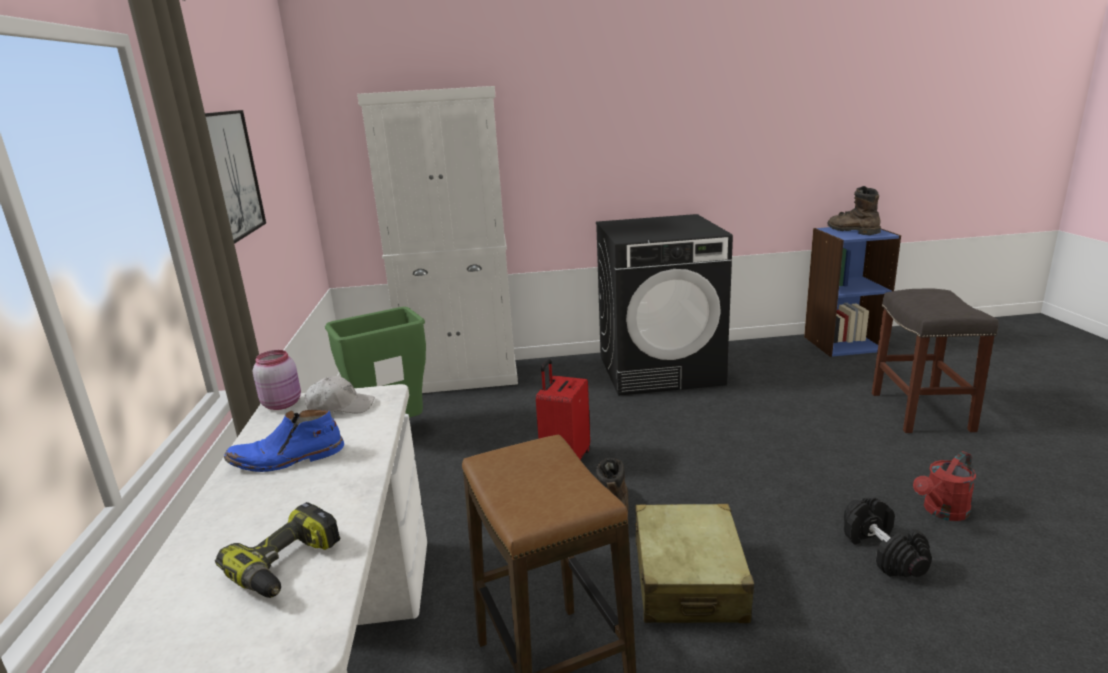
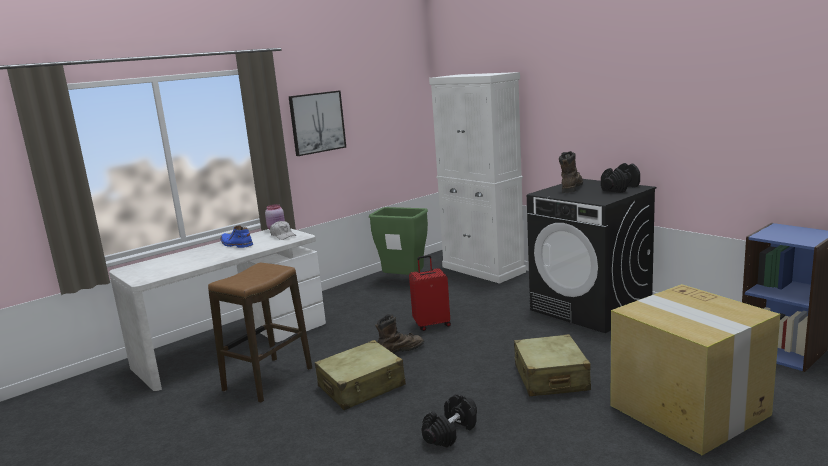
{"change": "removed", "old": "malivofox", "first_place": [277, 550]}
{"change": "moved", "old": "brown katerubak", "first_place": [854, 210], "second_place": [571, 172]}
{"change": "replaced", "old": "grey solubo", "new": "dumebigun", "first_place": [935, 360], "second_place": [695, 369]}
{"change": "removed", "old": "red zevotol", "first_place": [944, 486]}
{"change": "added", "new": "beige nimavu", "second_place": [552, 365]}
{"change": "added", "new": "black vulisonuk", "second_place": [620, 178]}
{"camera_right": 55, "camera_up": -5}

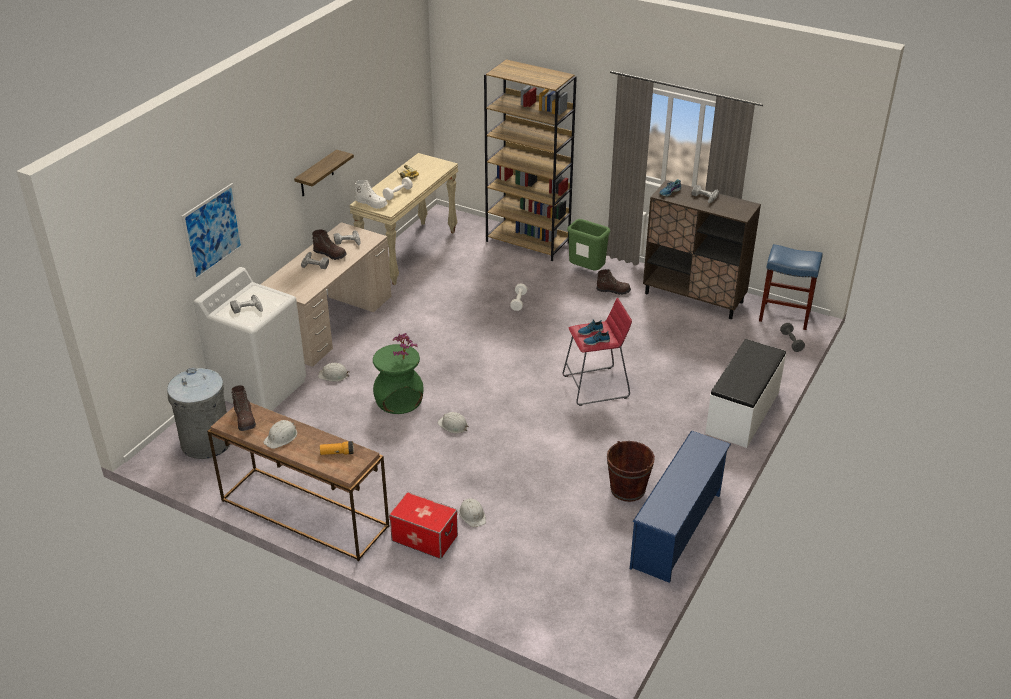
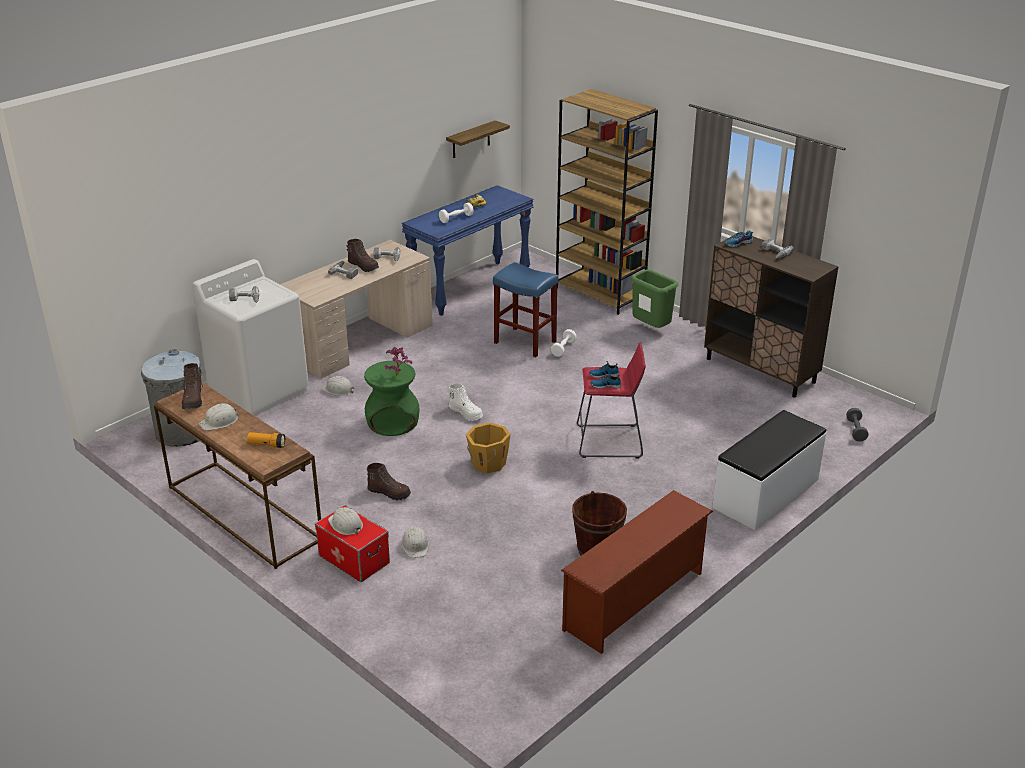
{"change": "removed", "old": "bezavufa", "first_place": [212, 232]}
{"change": "moved", "old": "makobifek", "first_place": [324, 173], "second_place": [478, 139]}
{"change": "recoloured", "old": "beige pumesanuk", "new": "blue pumesanuk", "first_place": [403, 219], "second_place": [468, 250]}
{"change": "moved", "old": "white katerubak", "first_place": [371, 194], "second_place": [465, 402]}
{"change": "moved", "old": "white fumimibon", "first_place": [453, 422], "second_place": [345, 521]}
{"change": "moved", "old": "brown katerubak", "first_place": [613, 282], "second_place": [389, 482]}
{"change": "recoloured", "old": "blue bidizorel", "new": "brown bidizorel", "first_place": [680, 507], "second_place": [637, 572]}
{"change": "moved", "old": "blue solubo", "first_place": [791, 287], "second_place": [526, 309]}
{"change": "added", "new": "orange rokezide", "second_place": [488, 447]}
{"camera_right": 15, "camera_up": -5}

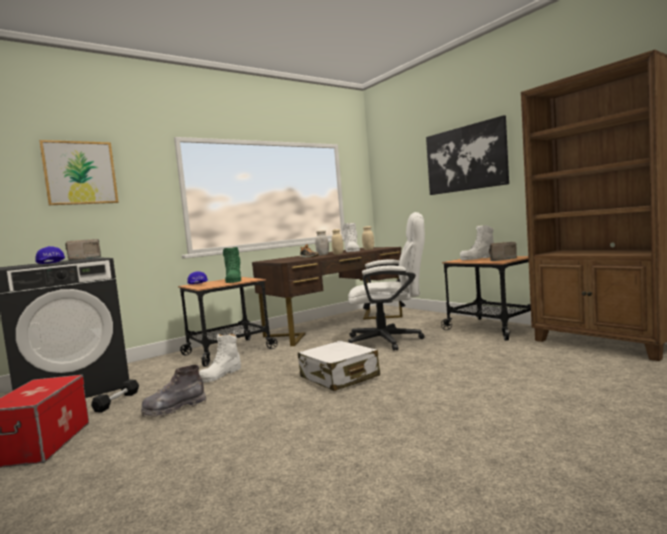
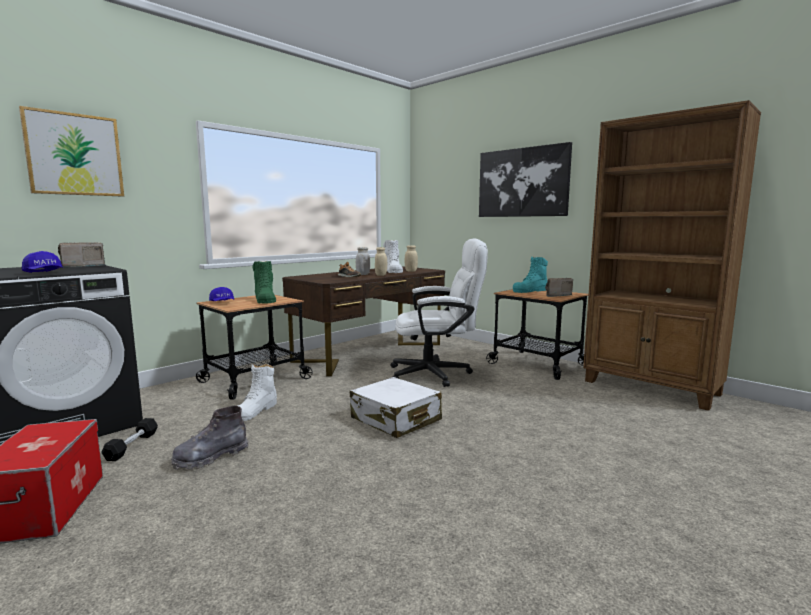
{"change": "recoloured", "old": "white katerubak", "new": "turquoise katerubak", "first_place": [477, 242], "second_place": [530, 275]}
{"camera_right": -10, "camera_up": 5}

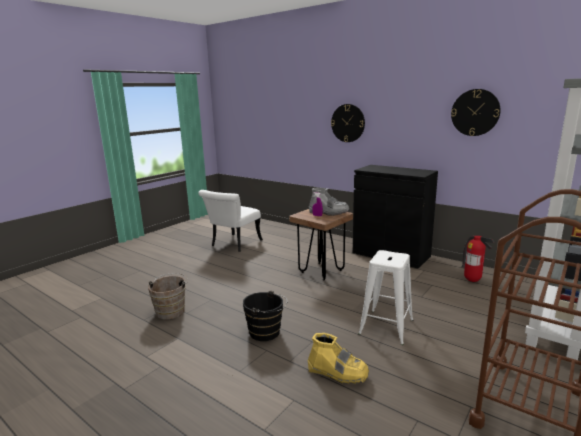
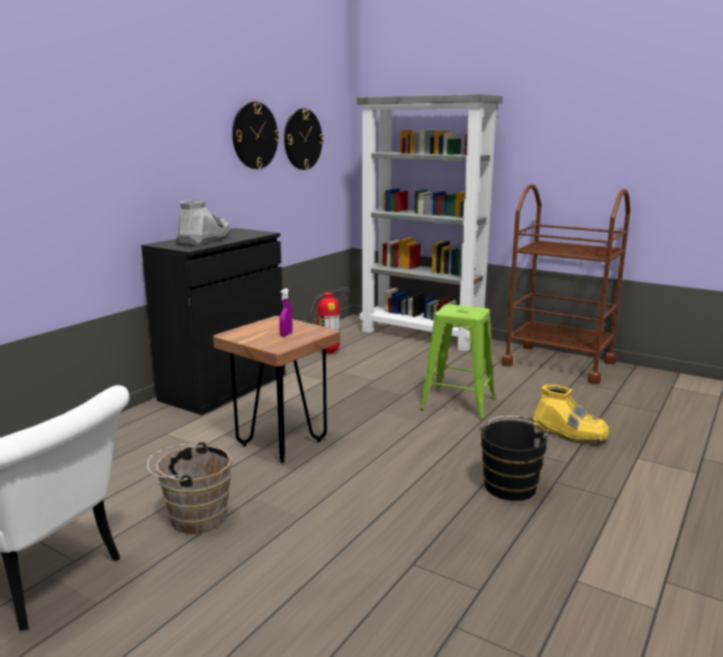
{"change": "moved", "old": "brown rokezide", "first_place": [167, 296], "second_place": [189, 488]}
{"change": "turned", "old": "yellow katerubak", "first_place": [338, 358], "second_place": [571, 413], "degrees": 105}
{"change": "moved", "old": "grey katerubak", "first_place": [329, 202], "second_place": [203, 223]}
{"change": "moved", "old": "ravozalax", "first_place": [348, 123], "second_place": [304, 139]}
{"change": "recoloured", "old": "white solubo", "new": "green solubo", "first_place": [385, 297], "second_place": [457, 362]}
{"camera_right": -95, "camera_up": 0}

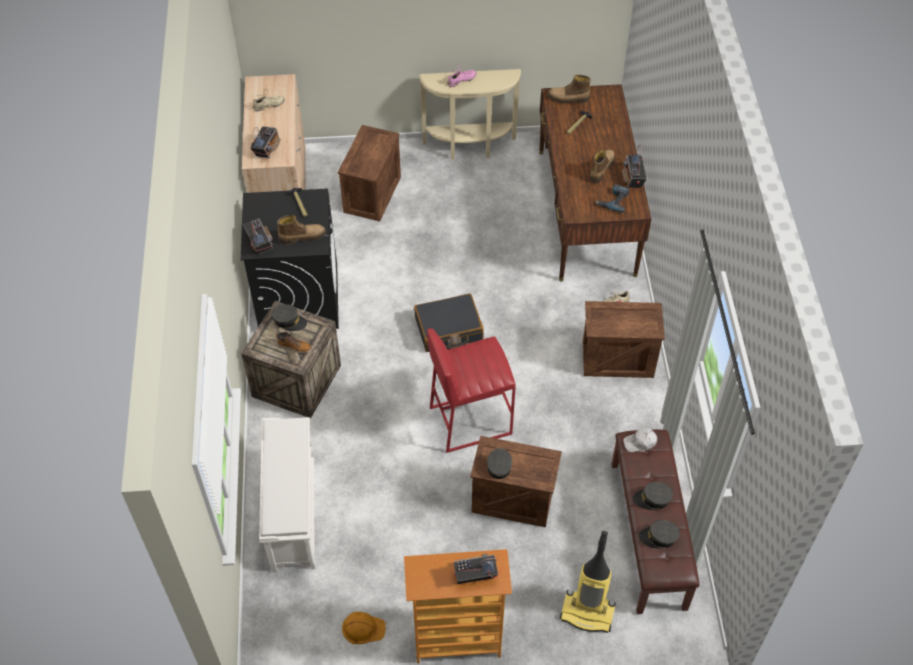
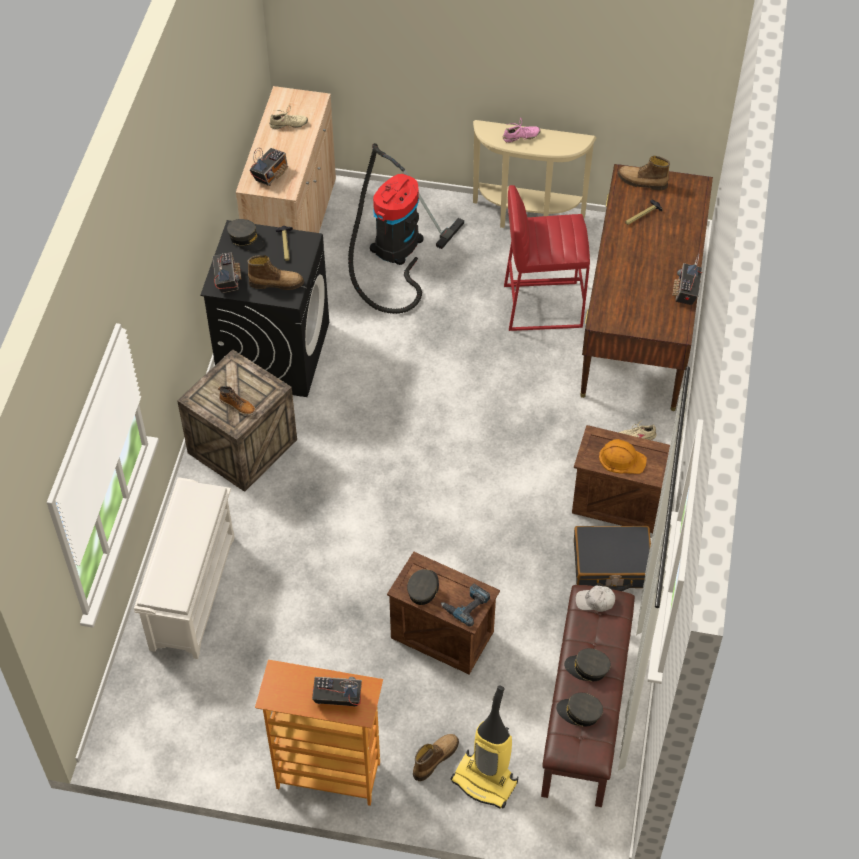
{"change": "moved", "old": "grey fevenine", "first_place": [289, 317], "second_place": [246, 235]}
{"change": "replaced", "old": "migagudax", "new": "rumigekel", "first_place": [369, 173], "second_place": [406, 228]}
{"change": "moved", "old": "orange fumimibon", "first_place": [364, 628], "second_place": [623, 456]}
{"change": "moved", "old": "black nimavu", "first_place": [449, 322], "second_place": [612, 558]}
{"change": "moved", "old": "red solubo", "first_place": [471, 390], "second_place": [547, 258]}
{"change": "moved", "old": "katerubak", "first_place": [602, 166], "second_place": [436, 757]}
{"change": "moved", "old": "malivofox", "first_place": [612, 198], "second_place": [465, 605]}
{"camera_right": 15, "camera_up": 0}

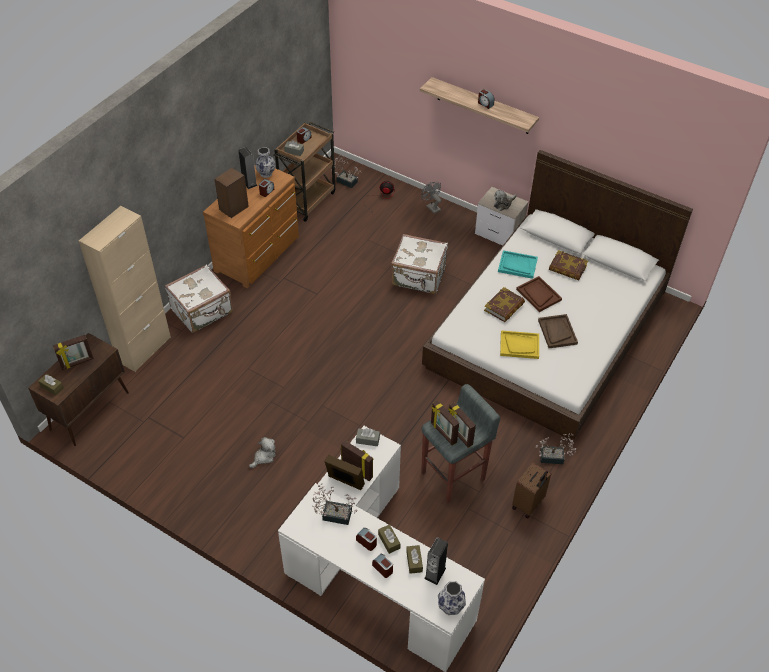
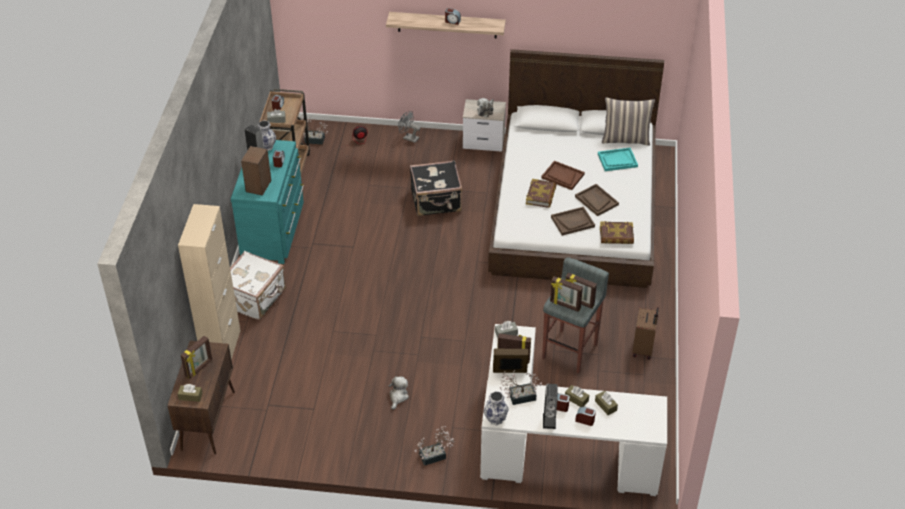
{"change": "recoloured", "old": "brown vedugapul", "new": "turquoise vedugapul", "first_place": [251, 226], "second_place": [267, 202]}
{"change": "recoloured", "old": "white nimavu", "new": "black nimavu", "first_place": [419, 264], "second_place": [436, 188]}
{"change": "moved", "old": "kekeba", "first_place": [436, 561], "second_place": [550, 406]}
{"change": "moved", "old": "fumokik", "first_place": [452, 598], "second_place": [496, 408]}
{"change": "moved", "old": "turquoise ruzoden", "first_place": [518, 264], "second_place": [618, 159]}
{"change": "recoloured", "old": "yellow ruzoden", "new": "brown ruzoden", "first_place": [519, 344], "second_place": [573, 221]}
{"change": "moved", "old": "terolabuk", "first_place": [556, 448], "second_place": [434, 446]}
{"change": "moved", "old": "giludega", "first_place": [568, 265], "second_place": [617, 232]}
{"change": "added", "new": "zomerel", "second_place": [628, 121]}
{"camera_right": -25, "camera_up": -5}

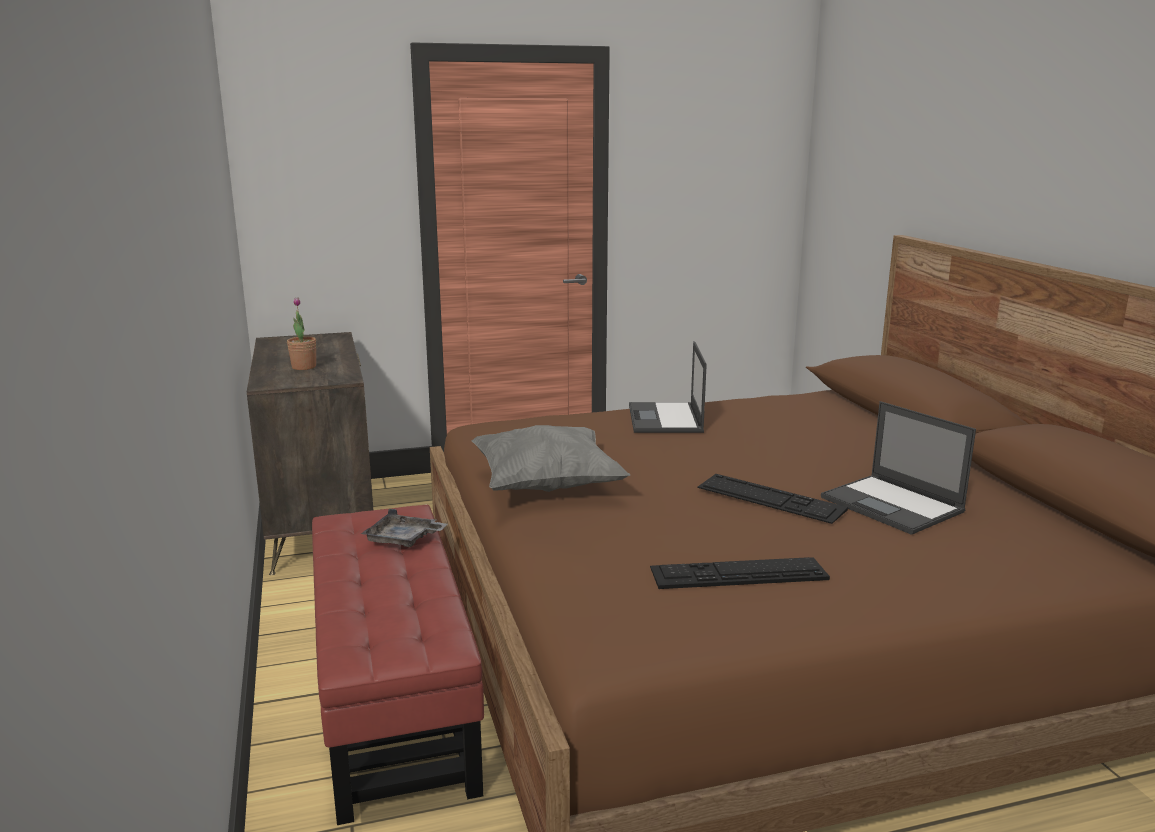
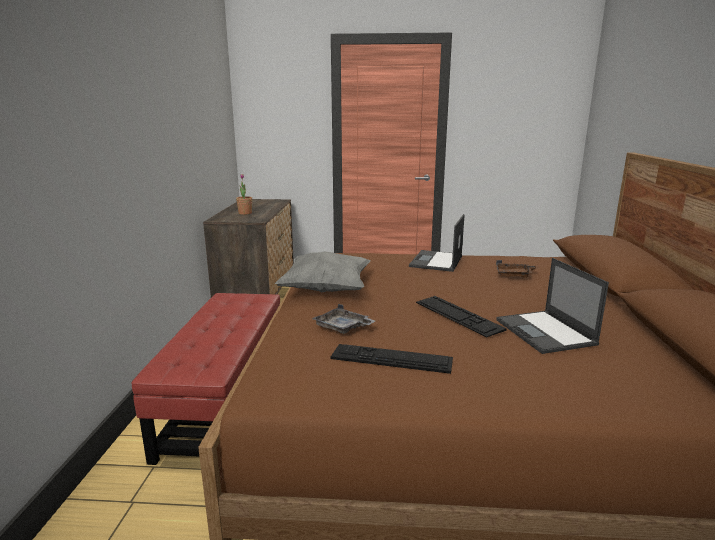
{"change": "moved", "old": "grey ruzoden", "first_place": [404, 528], "second_place": [343, 319]}
{"change": "added", "new": "brown ruzoden", "second_place": [517, 269]}
{"camera_right": 20, "camera_up": 0}

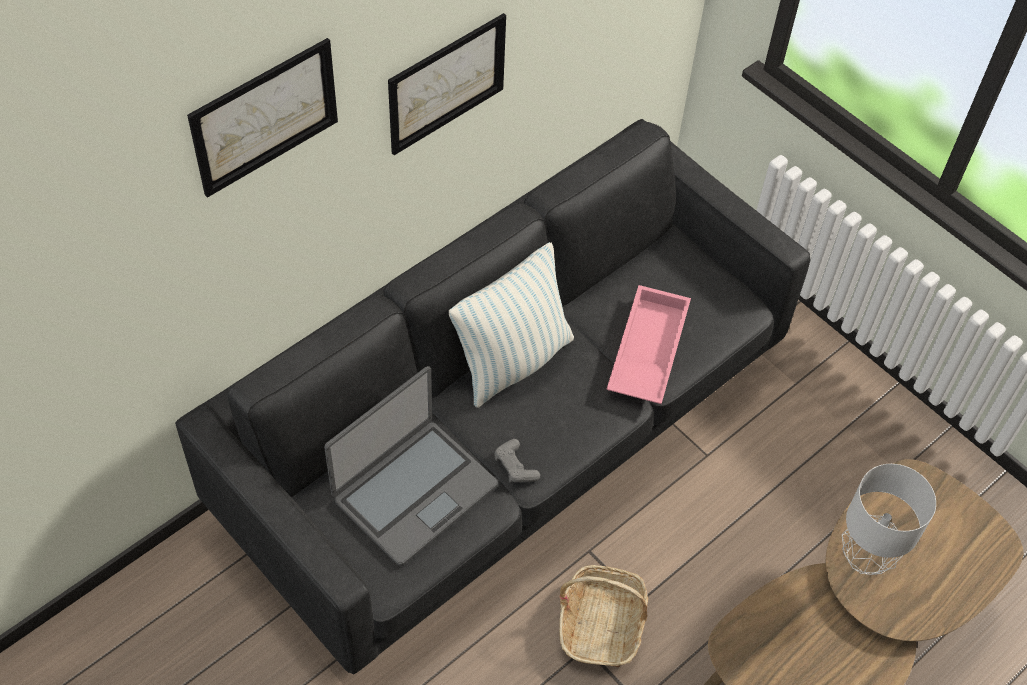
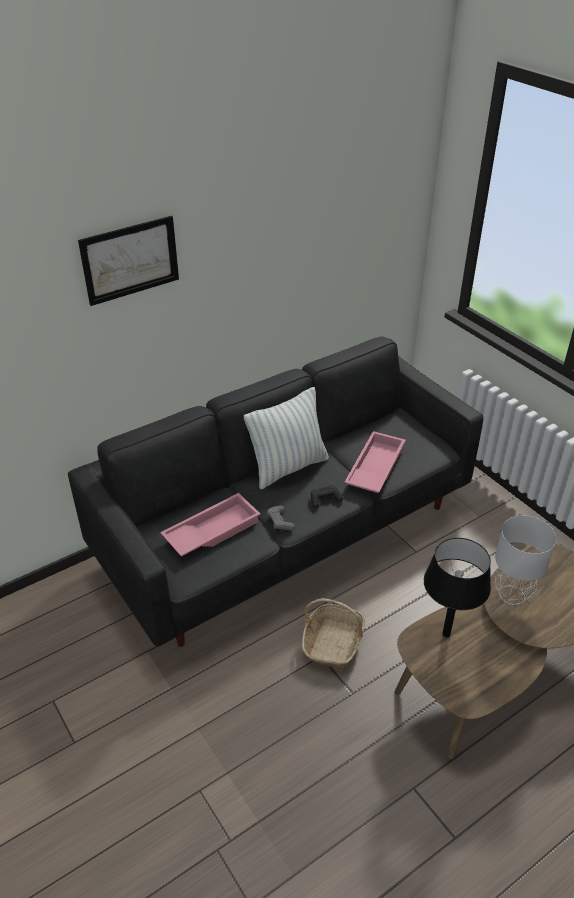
{"change": "replaced", "old": "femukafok", "new": "pink ruzoden", "first_place": [411, 466], "second_place": [210, 524]}
{"change": "removed", "old": "bezavufa", "first_place": [447, 84]}
{"change": "added", "new": "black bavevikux", "second_place": [327, 496]}
{"change": "added", "new": "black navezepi", "second_place": [457, 587]}
{"camera_right": 10, "camera_up": -15}

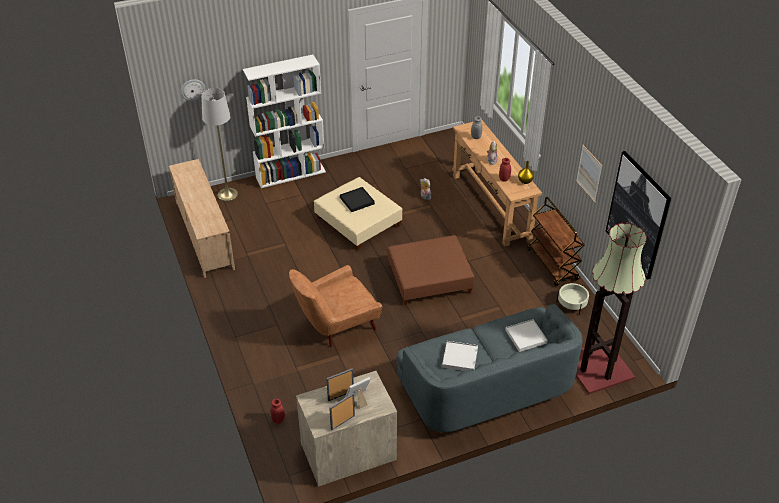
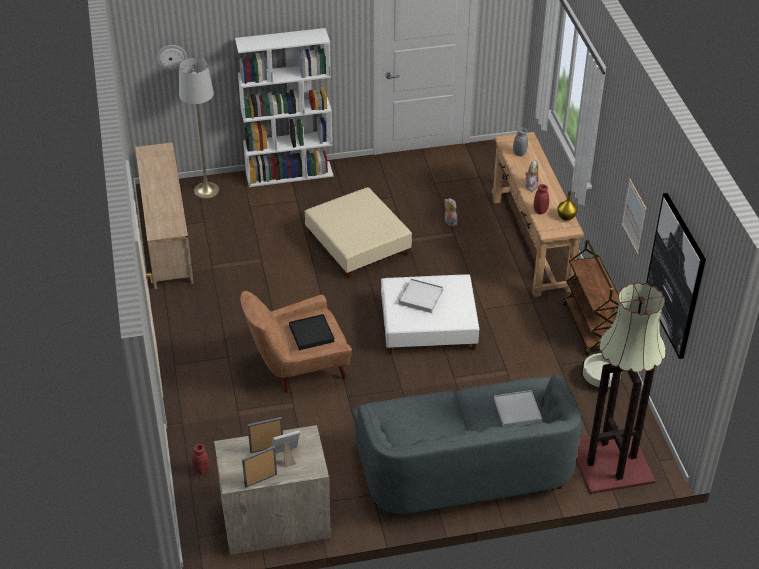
{"change": "moved", "old": "black ruzoden", "first_place": [357, 199], "second_place": [311, 332]}
{"change": "recoloured", "old": "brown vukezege", "new": "white vukezege", "first_place": [431, 270], "second_place": [430, 314]}
{"change": "moved", "old": "white ruzoden", "first_place": [460, 356], "second_place": [421, 296]}
{"camera_right": 10, "camera_up": 0}

